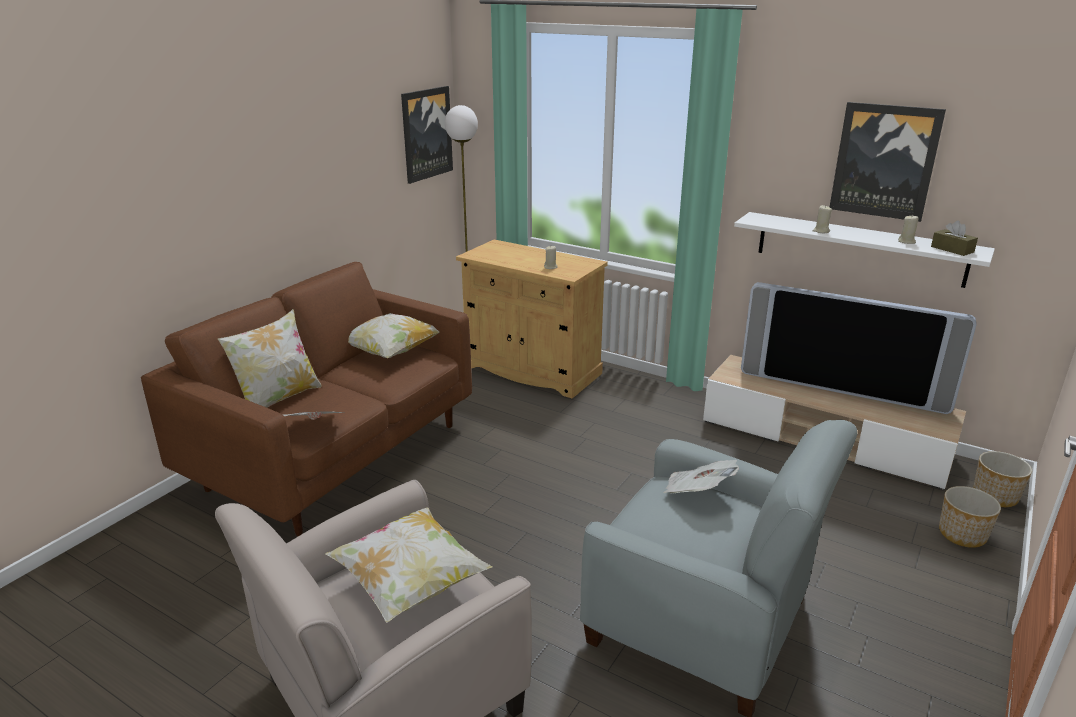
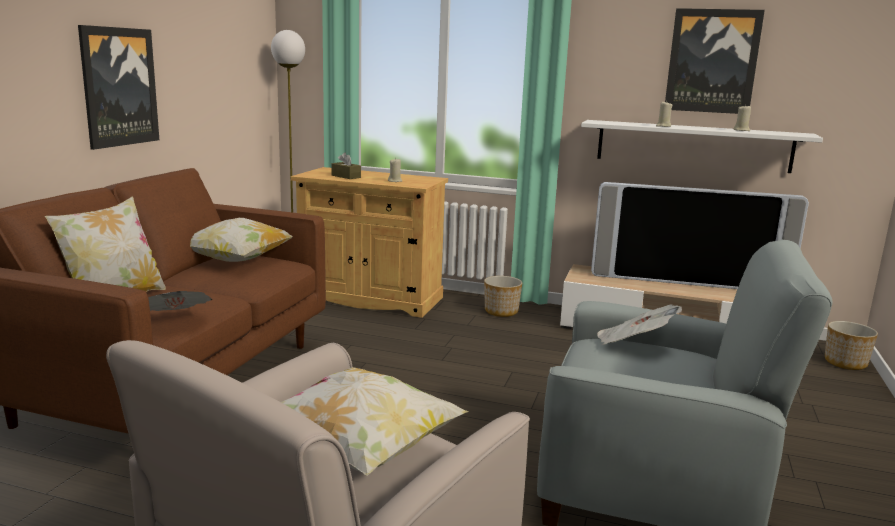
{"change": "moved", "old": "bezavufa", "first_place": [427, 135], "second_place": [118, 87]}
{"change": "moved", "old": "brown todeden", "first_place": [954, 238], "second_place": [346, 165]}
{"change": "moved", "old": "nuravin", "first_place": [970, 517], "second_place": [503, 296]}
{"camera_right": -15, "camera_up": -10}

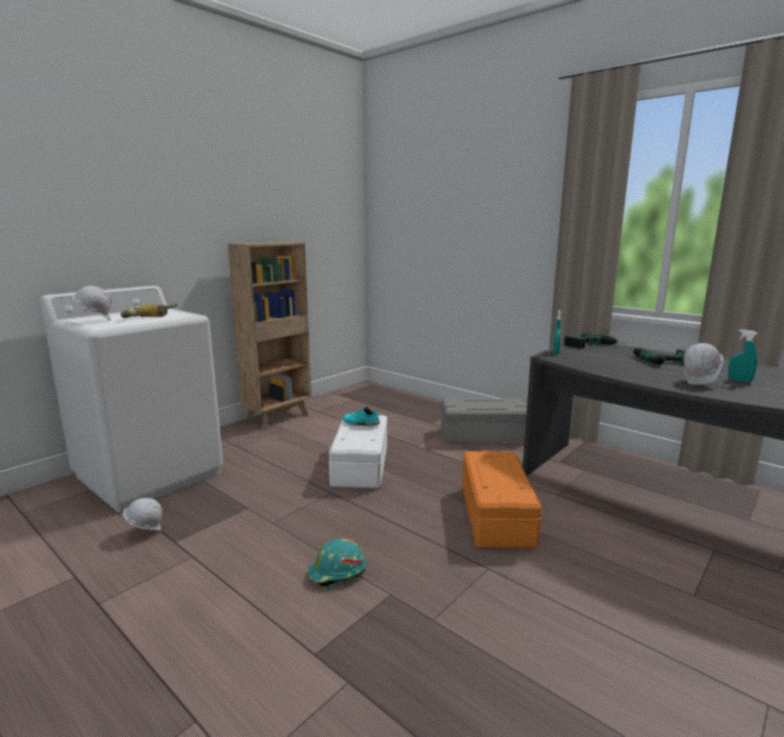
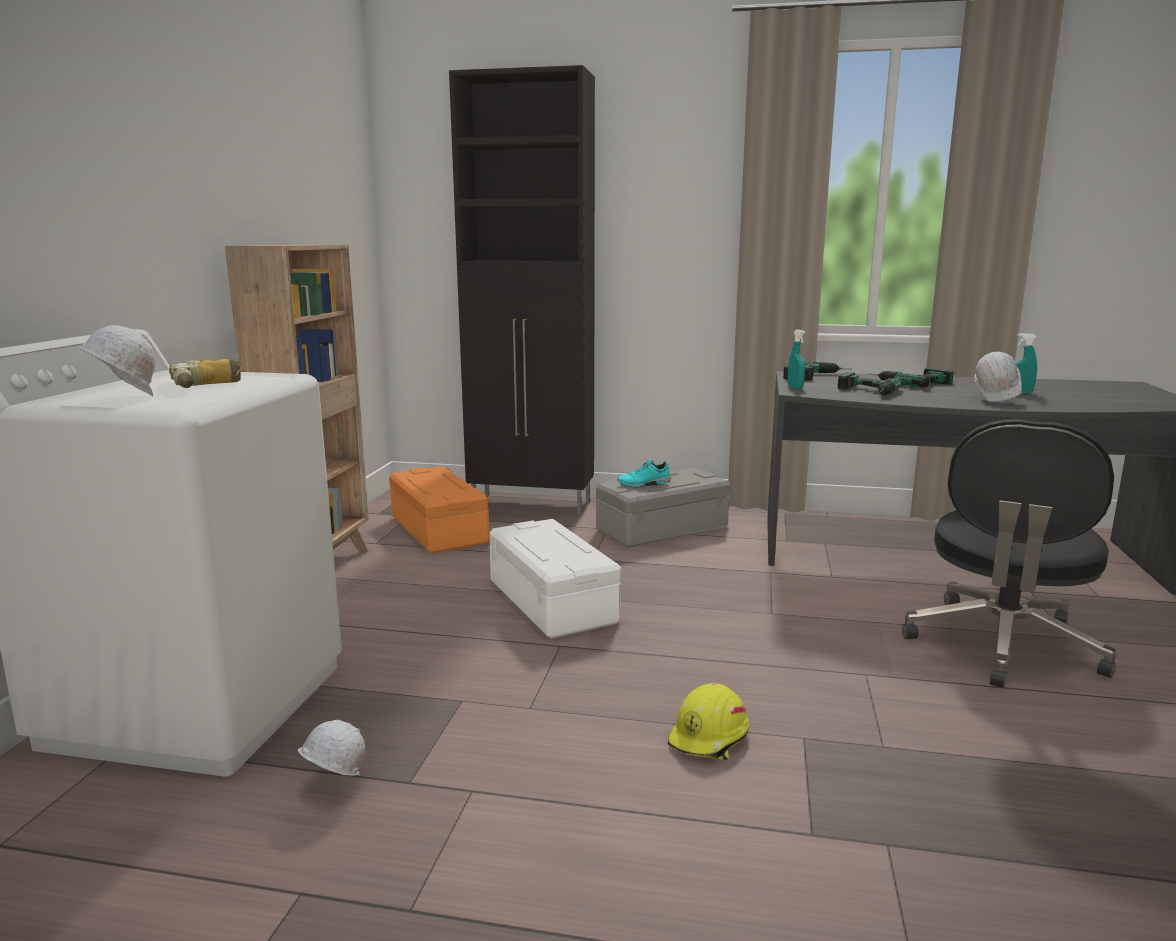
{"change": "recoloured", "old": "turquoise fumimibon", "new": "yellow fumimibon", "first_place": [336, 564], "second_place": [709, 721]}
{"change": "moved", "old": "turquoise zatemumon", "first_place": [361, 416], "second_place": [644, 473]}
{"change": "moved", "old": "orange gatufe", "first_place": [502, 499], "second_place": [439, 510]}
{"change": "added", "new": "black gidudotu", "second_place": [522, 290]}
{"change": "added", "new": "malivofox", "second_place": [870, 383]}
{"change": "added", "new": "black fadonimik", "second_place": [1009, 553]}
{"camera_right": -30, "camera_up": 0}

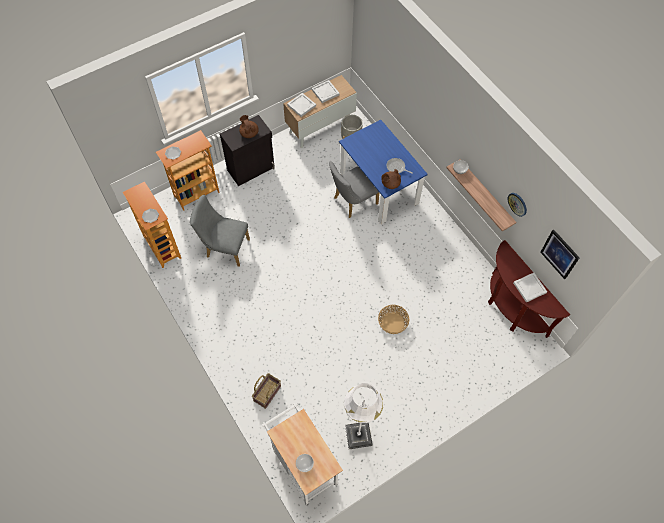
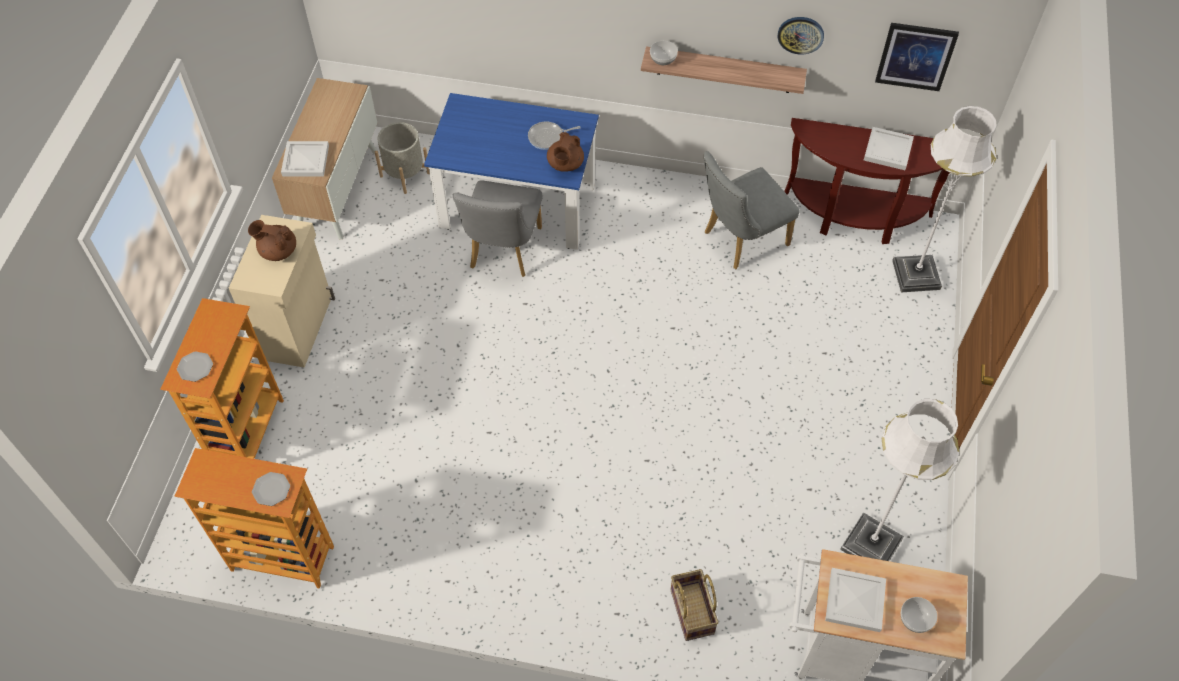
{"change": "moved", "old": "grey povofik", "first_place": [220, 231], "second_place": [751, 210]}
{"change": "recoloured", "old": "black gidudotu", "new": "beige gidudotu", "first_place": [247, 150], "second_place": [282, 291]}
{"change": "moved", "old": "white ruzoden", "first_place": [326, 91], "second_place": [855, 600]}
{"change": "removed", "old": "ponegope", "first_place": [393, 319]}
{"change": "added", "new": "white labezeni", "second_place": [944, 199]}
{"camera_right": -45, "camera_up": -5}

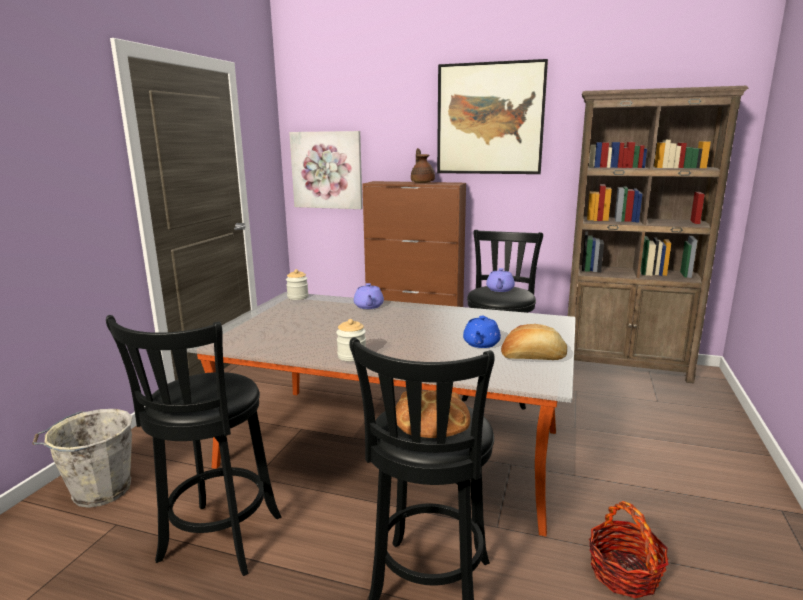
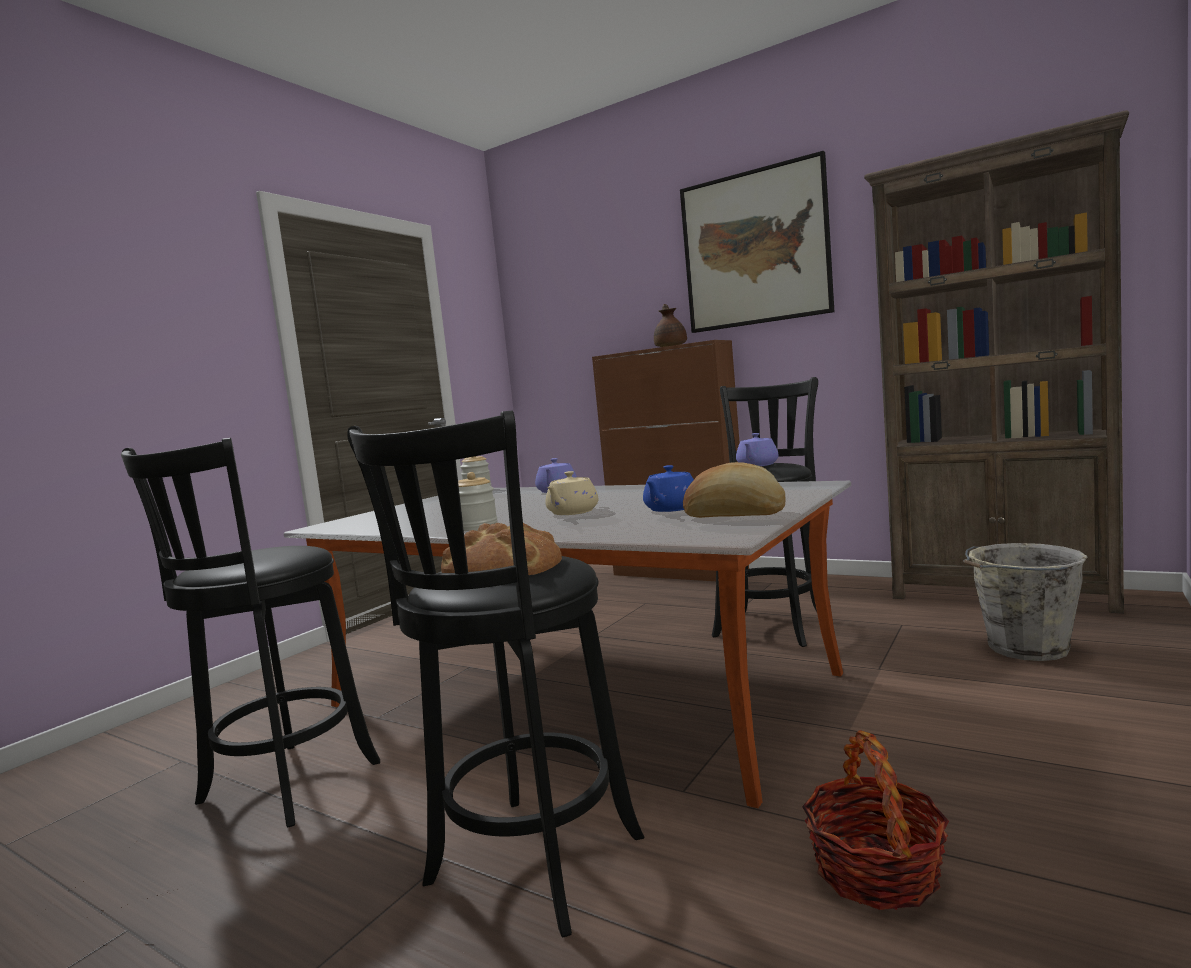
{"change": "moved", "old": "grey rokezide", "first_place": [82, 458], "second_place": [1025, 602]}
{"change": "removed", "old": "bezavufa", "first_place": [326, 170]}
{"change": "added", "new": "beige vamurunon", "second_place": [571, 493]}
{"camera_right": 15, "camera_up": -10}

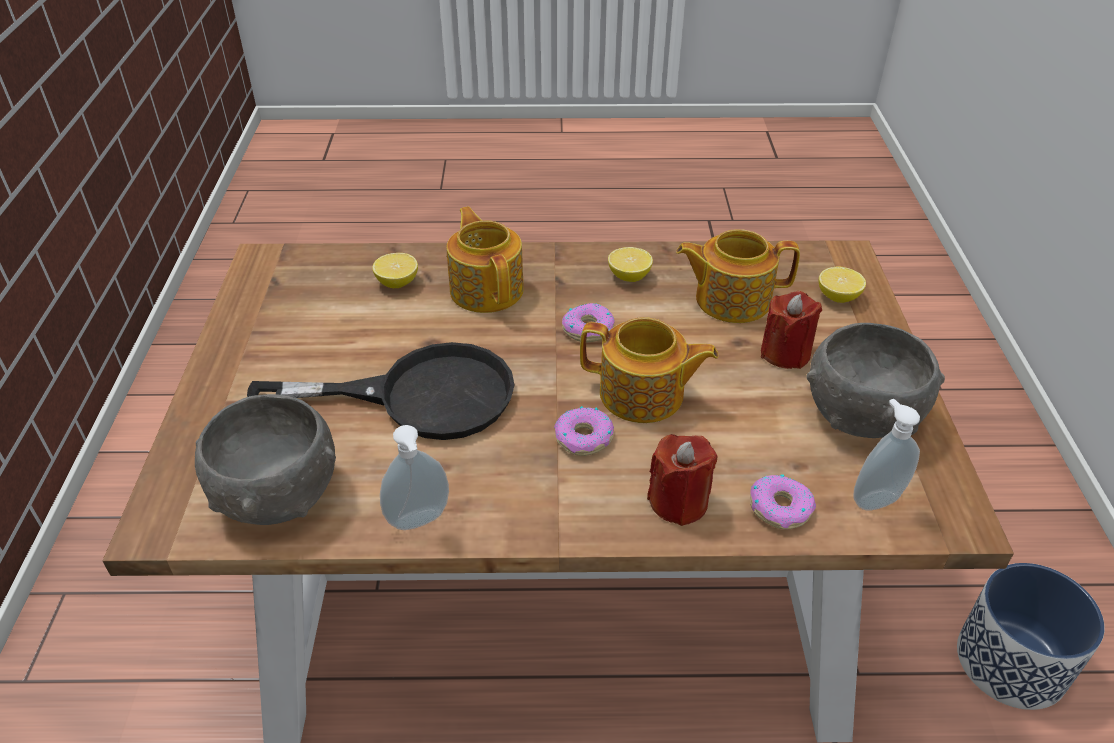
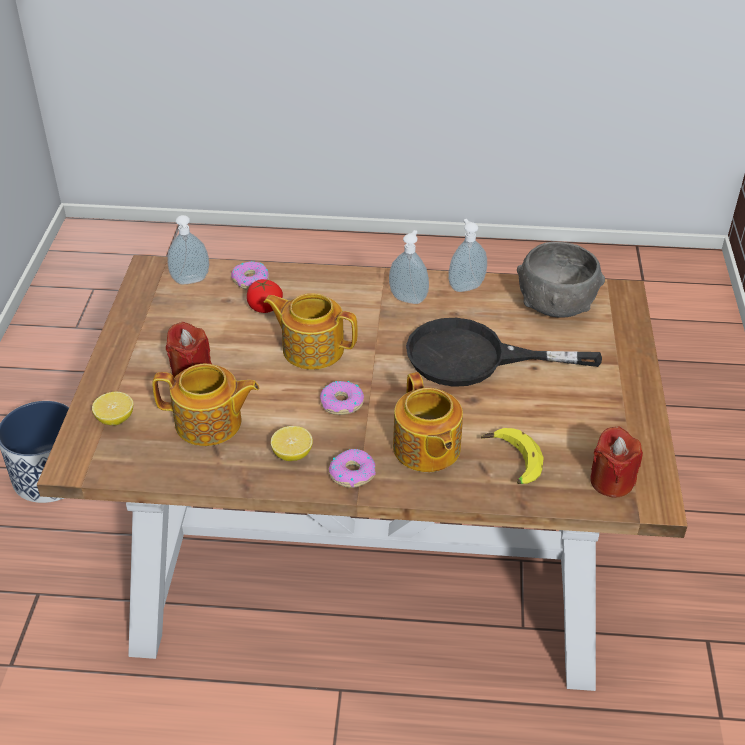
{"change": "replaced", "old": "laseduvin", "new": "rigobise", "first_place": [395, 270], "second_place": [512, 456]}
{"change": "moved", "old": "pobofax", "first_place": [584, 431], "second_place": [352, 468]}
{"change": "moved", "old": "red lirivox", "first_place": [682, 480], "second_place": [616, 462]}
{"change": "removed", "old": "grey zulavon", "first_place": [875, 380]}
{"change": "added", "new": "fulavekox", "second_place": [265, 296]}
{"change": "added", "new": "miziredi", "second_place": [409, 267]}
{"camera_right": -175, "camera_up": 0}

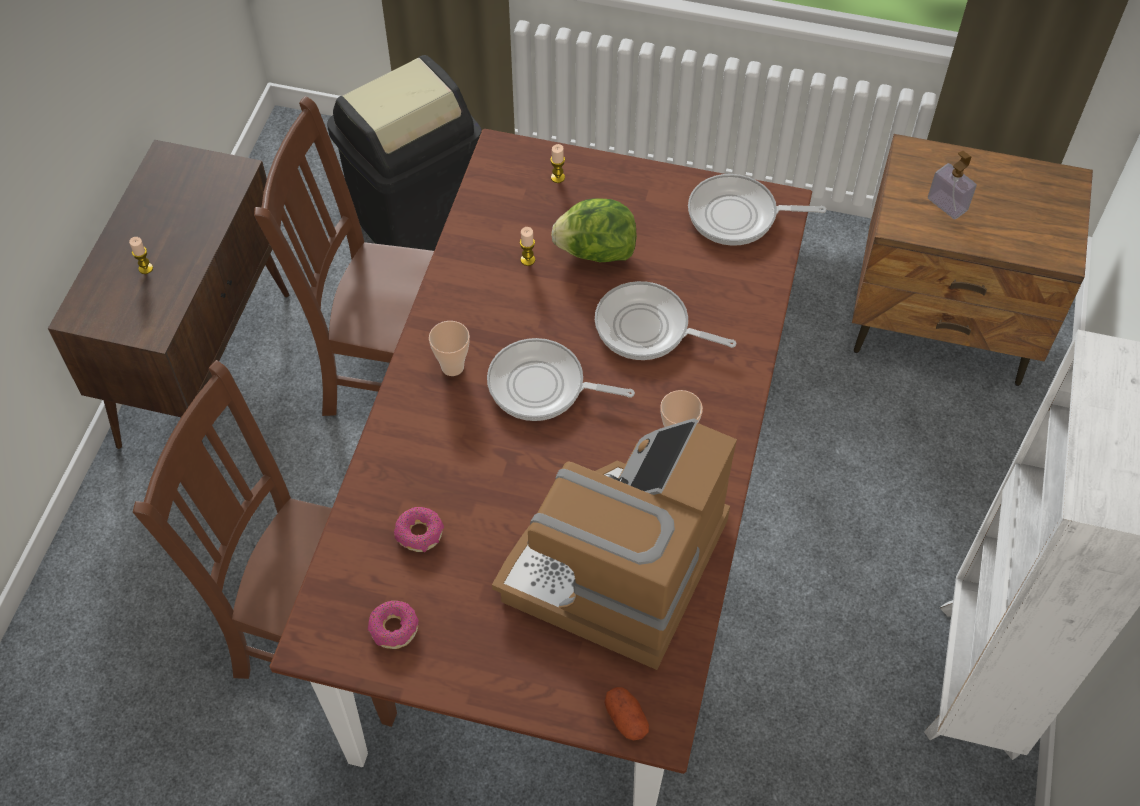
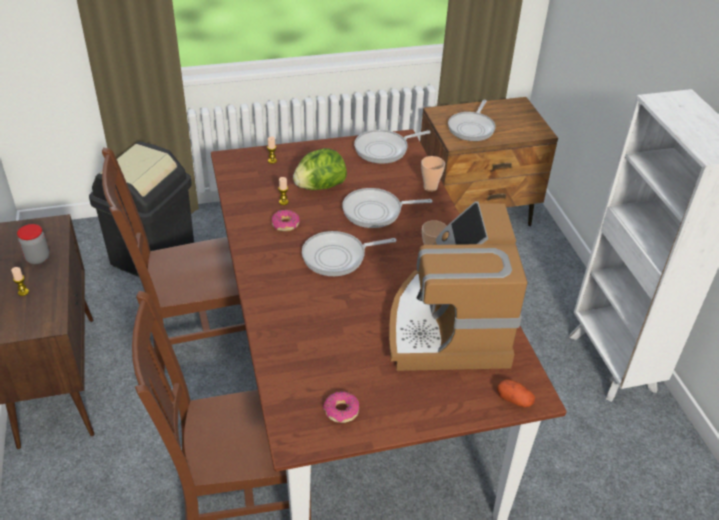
{"change": "moved", "old": "pobofax", "first_place": [419, 529], "second_place": [286, 220]}
{"change": "moved", "old": "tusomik", "first_place": [449, 348], "second_place": [433, 174]}
{"change": "replaced", "old": "miziredi", "new": "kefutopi", "first_place": [952, 185], "second_place": [472, 120]}
{"change": "added", "new": "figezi", "second_place": [33, 244]}
{"camera_right": -30, "camera_up": -15}

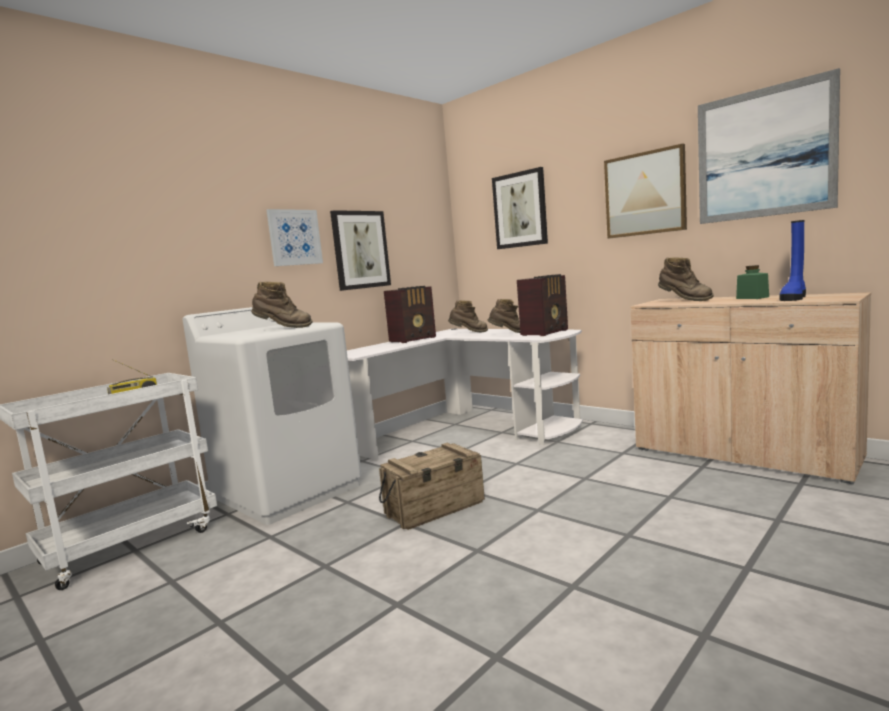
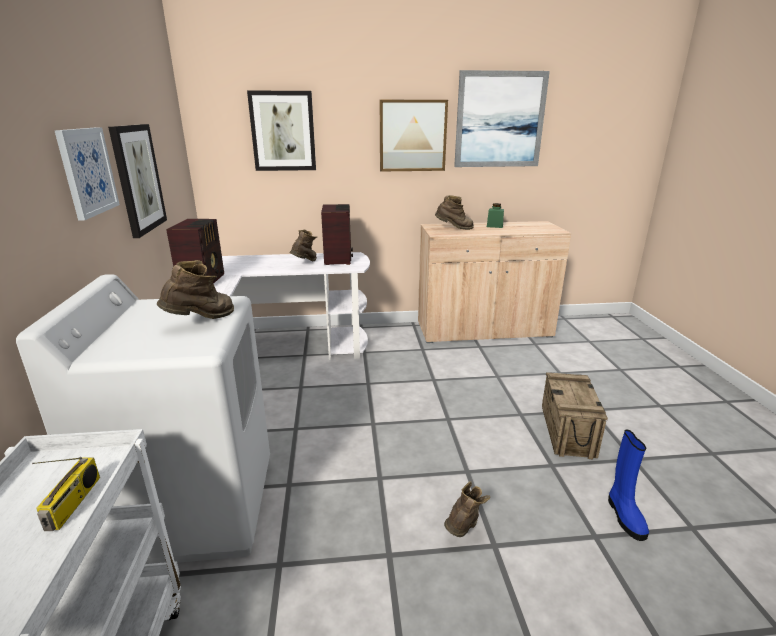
{"change": "moved", "old": "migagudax", "first_place": [432, 486], "second_place": [575, 415]}
{"change": "moved", "old": "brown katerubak", "first_place": [468, 316], "second_place": [467, 509]}
{"change": "moved", "old": "blue katerubak", "first_place": [792, 260], "second_place": [628, 485]}
{"camera_right": -50, "camera_up": 15}

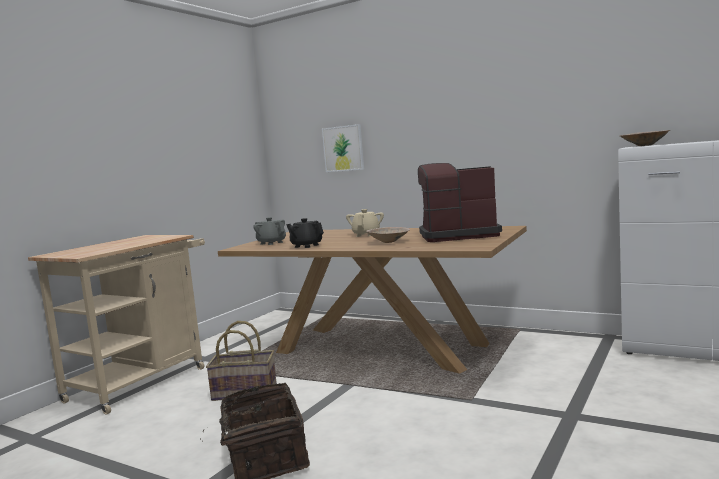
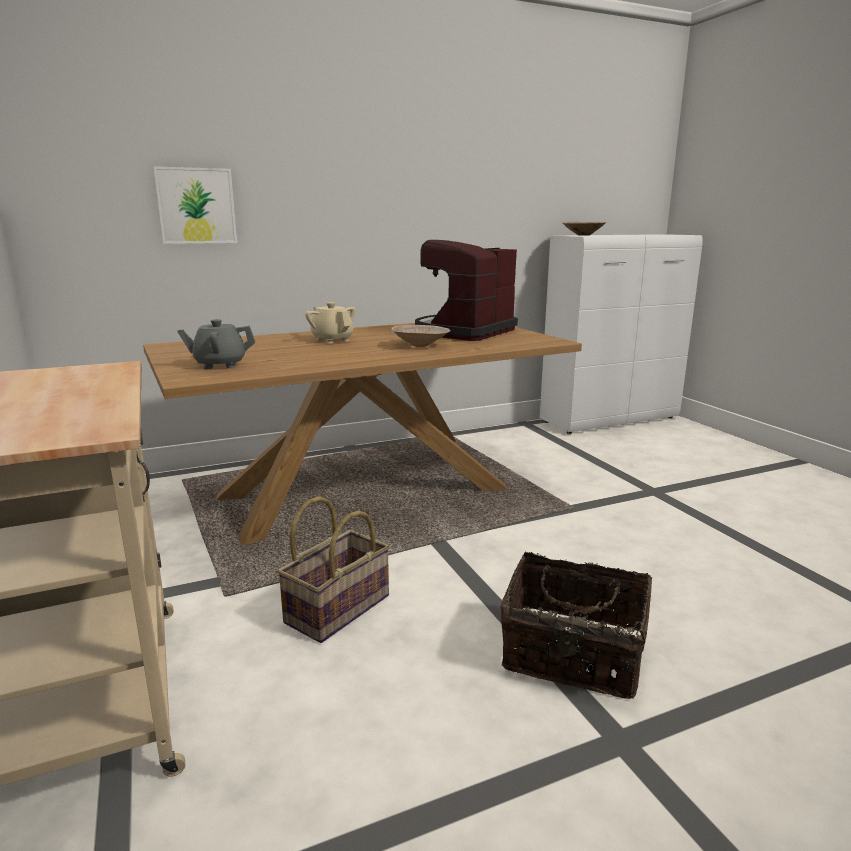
{"change": "removed", "old": "black vamurunon", "first_place": [305, 233]}
{"camera_right": -55, "camera_up": 10}

